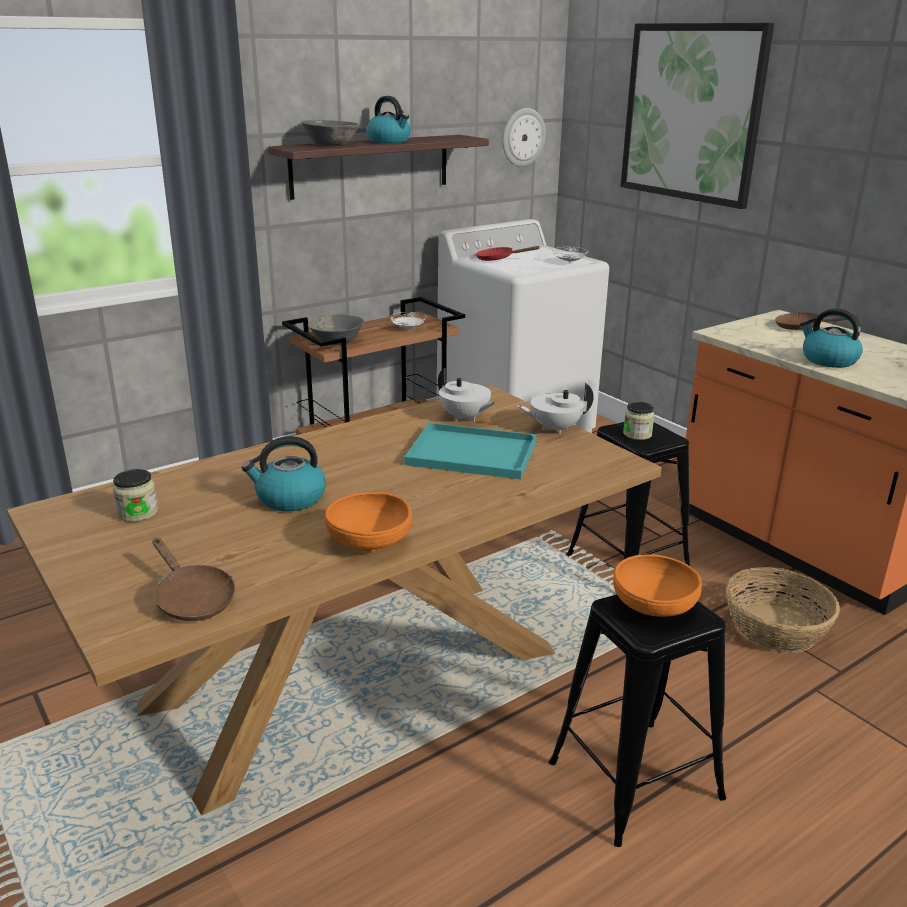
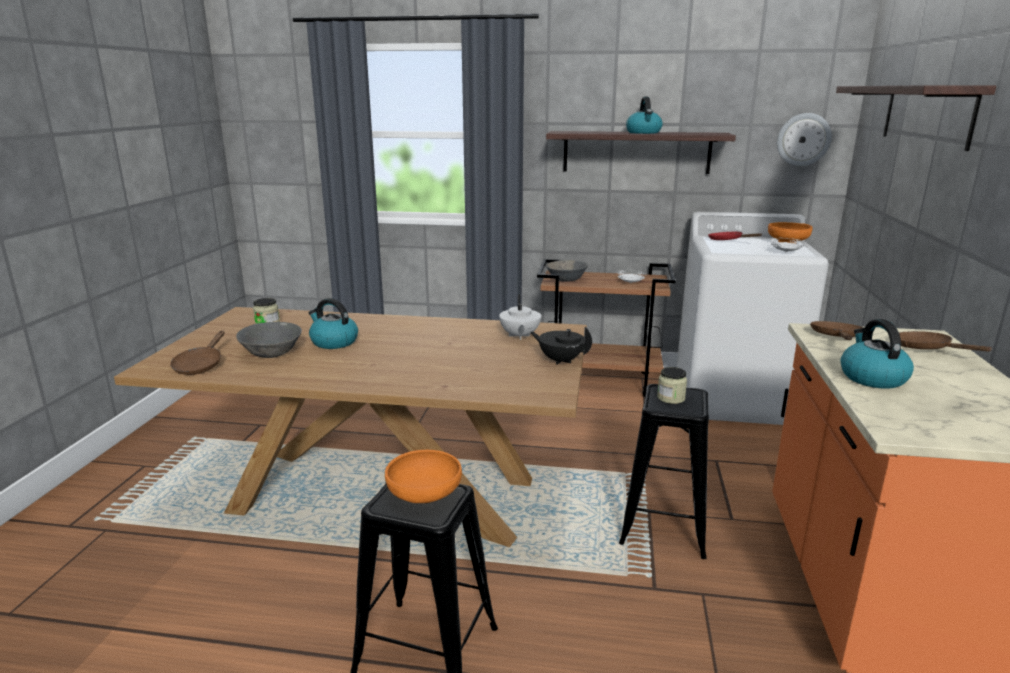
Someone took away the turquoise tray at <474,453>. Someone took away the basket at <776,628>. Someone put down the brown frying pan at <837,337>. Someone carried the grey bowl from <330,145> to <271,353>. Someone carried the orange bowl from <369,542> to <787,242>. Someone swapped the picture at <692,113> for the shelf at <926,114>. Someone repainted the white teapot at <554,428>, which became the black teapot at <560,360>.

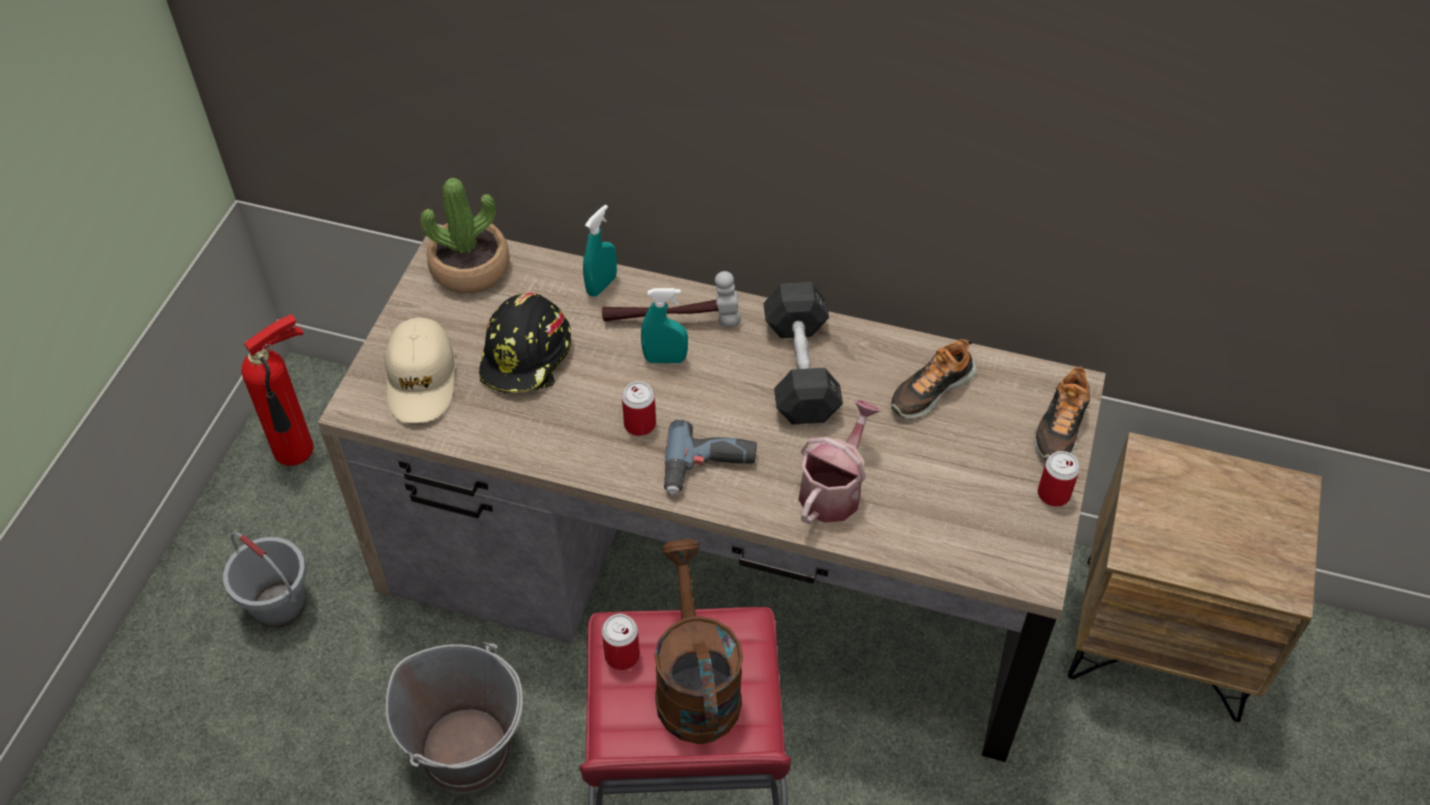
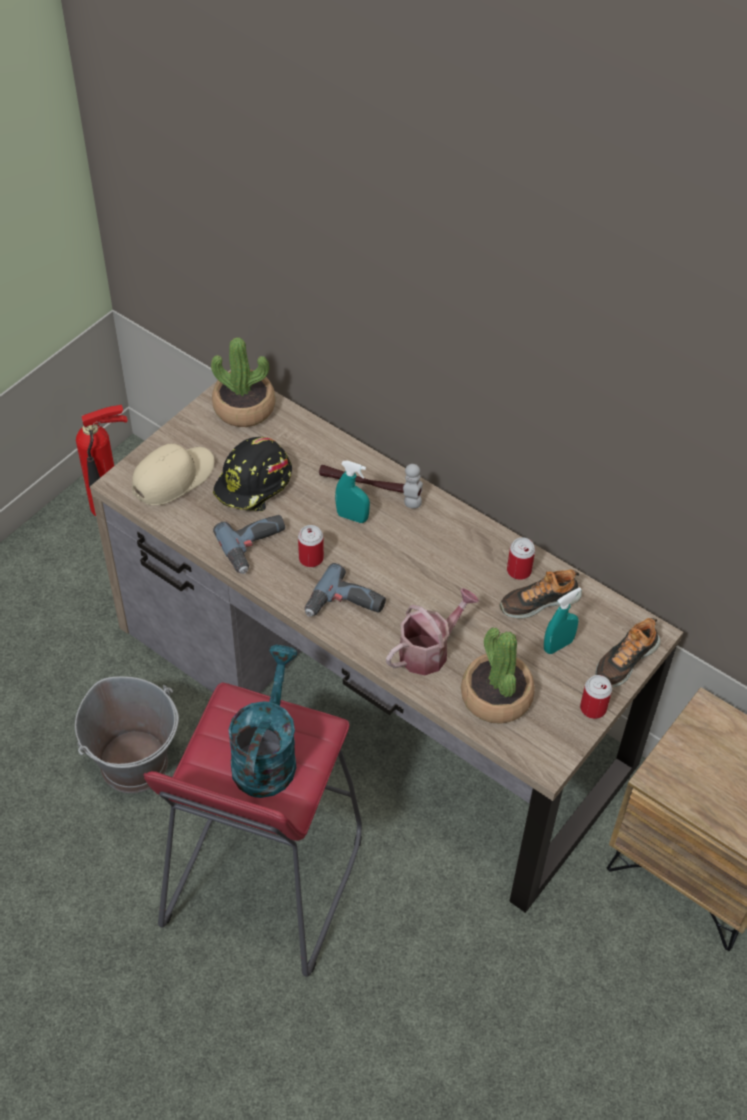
Someone took away the grey bucket at <278,605>. Someone took away the grey dumbbell at <800,370>. Someone put down the power drill at <256,547>. Someone put down the potted plant at <496,696>. Someone carried the turquoise spray bottle from <601,285> to <558,645>. Someone carried the can from <622,655> to <519,571>. Someone repainted the brown watering can at <694,684>, which became the turquoise watering can at <266,754>. Someone rotated the beige cap at <421,379> by 150 degrees counterclockwise.

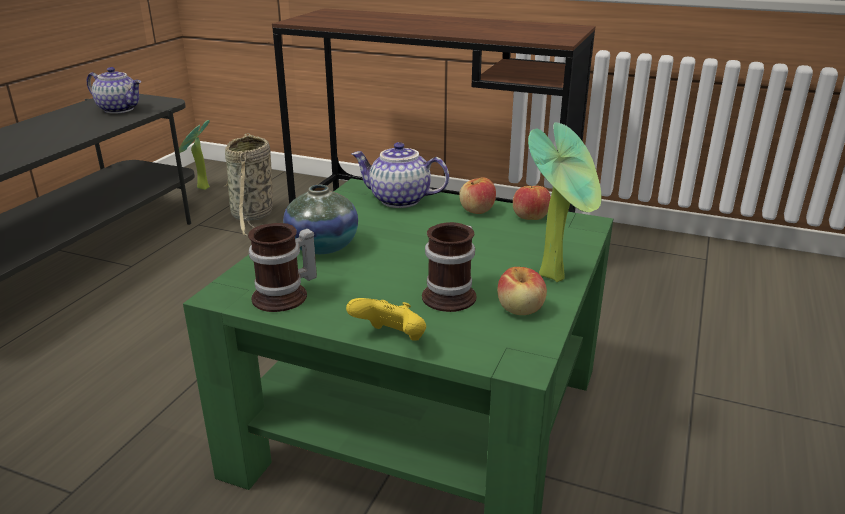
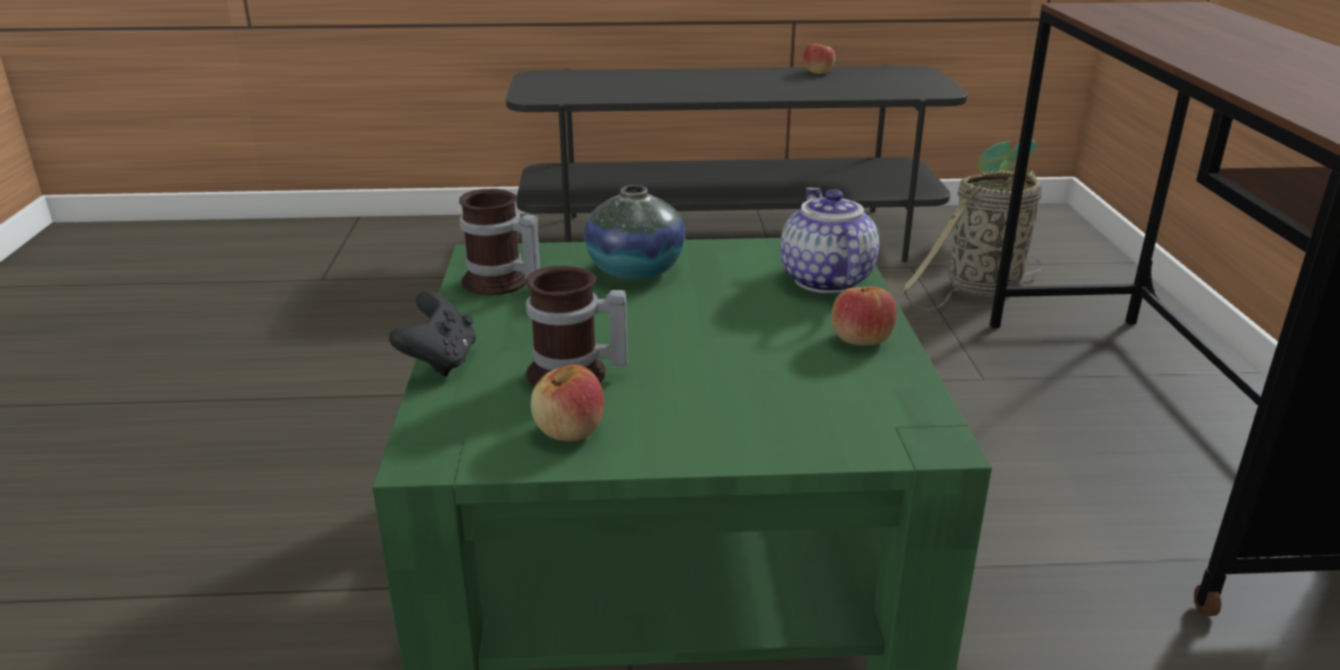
Someone took away the teapot at <120,109>. Someone took away the potted plant at <557,275>. Someone carried the apple from <530,217> to <817,72>. Someone repainted the yellow game controller at <391,339>, which became the black game controller at <440,361>.

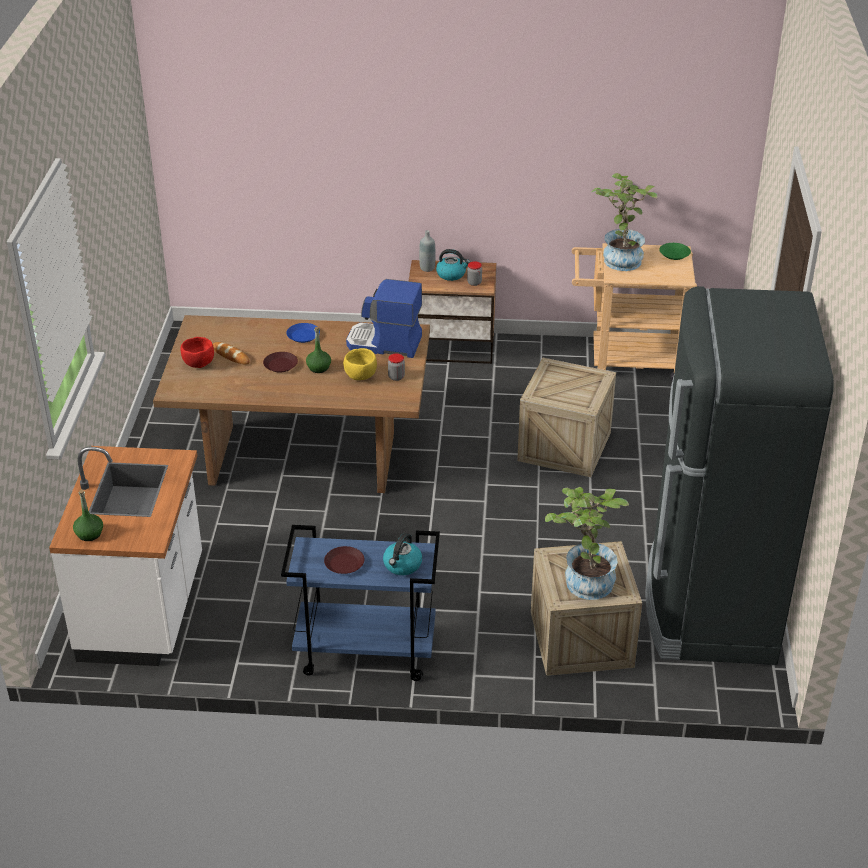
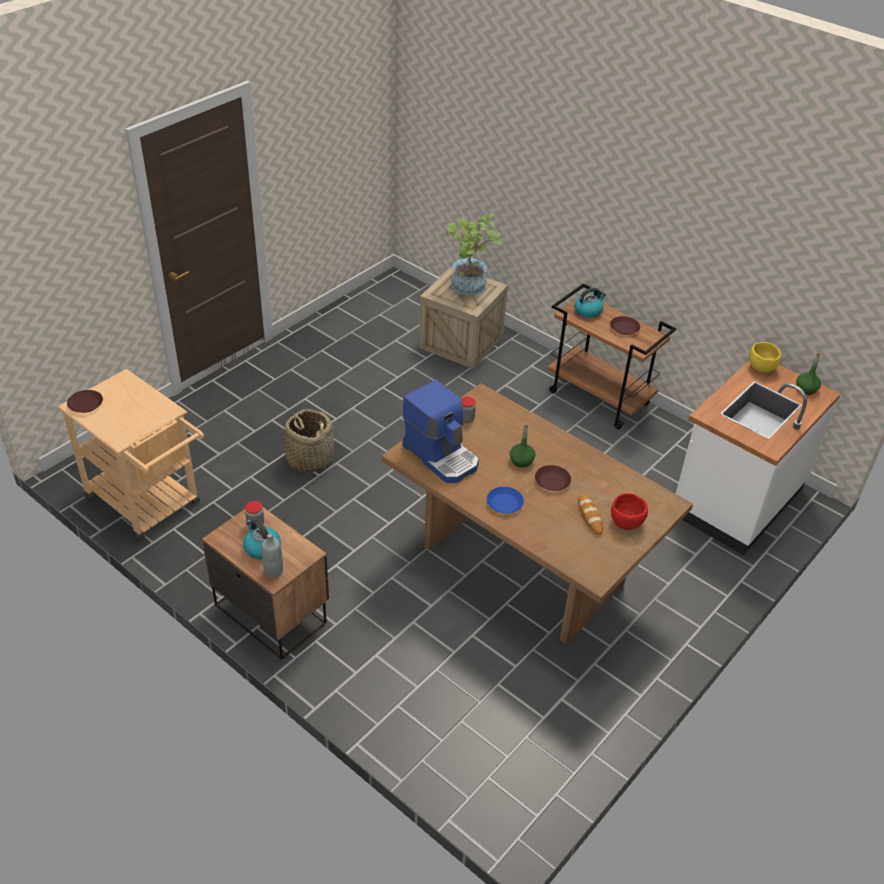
Someone took away the potted plant at <620,258>. Someone took away the black fridge at <709,608>. Someone carried the yellow bowl from <361,376> to <760,367>. Someone swapped the crate at <564,446> for the basket at <309,458>. Someone repainted the blue cart at <364,653>, which became the brown cart at <599,398>. Someone repainted the green plate at <674,254>, which became the brown plate at <85,404>.

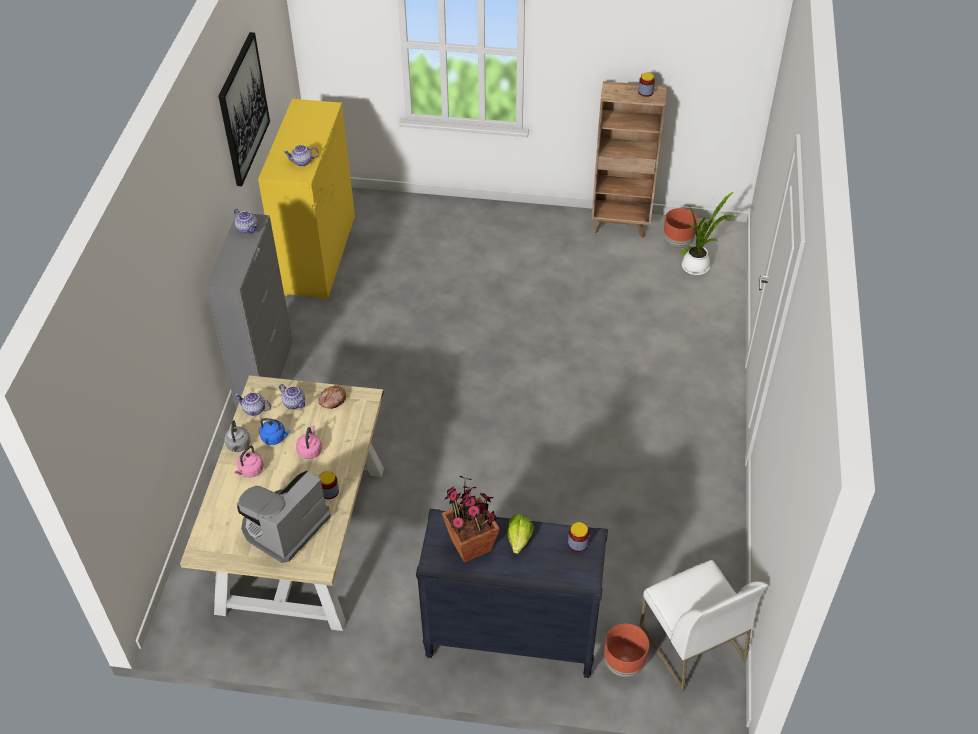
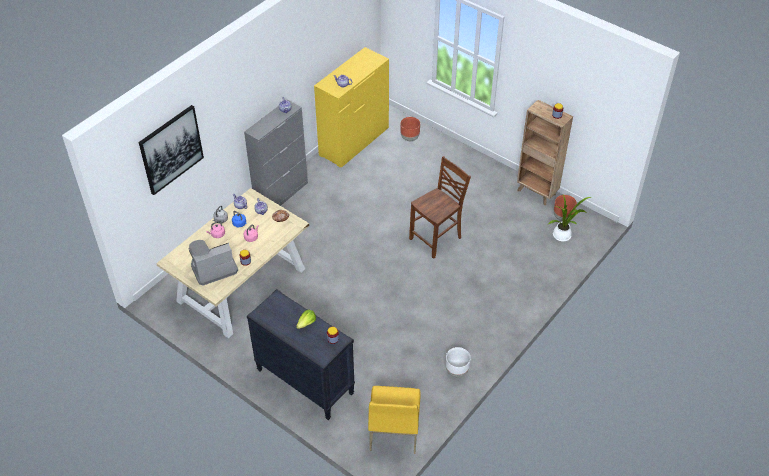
Someone took away the potted plant at <471,546>. Someone put down the brown chair at <437,239>. Someone put down the white planter at <456,371>. Someone carried the picture from <243,109> to <171,149>. Someone carried the brown planter from <624,664> to <410,138>. Someone repainted the white chair at <691,642>, which became the yellow chair at <393,430>.

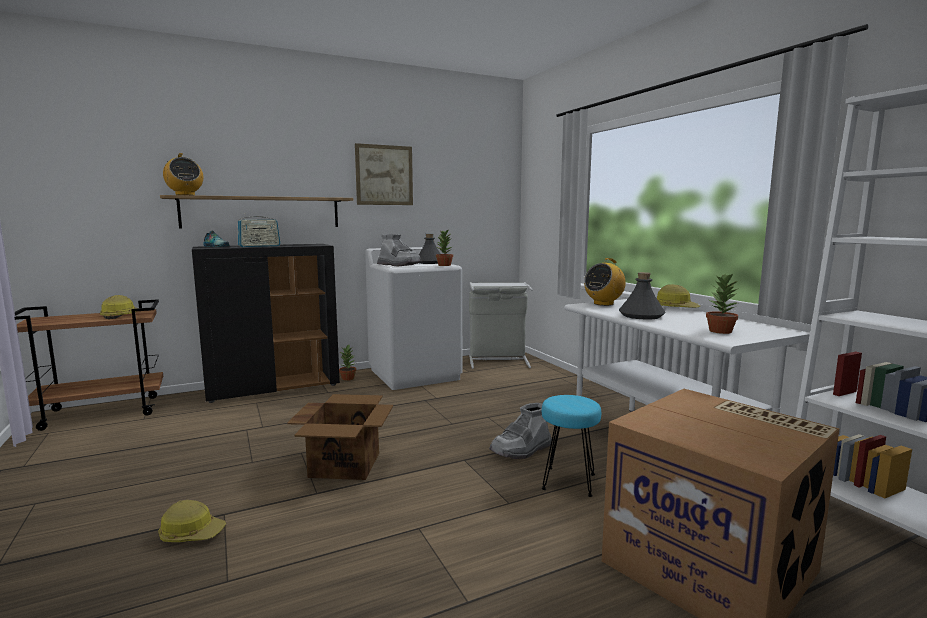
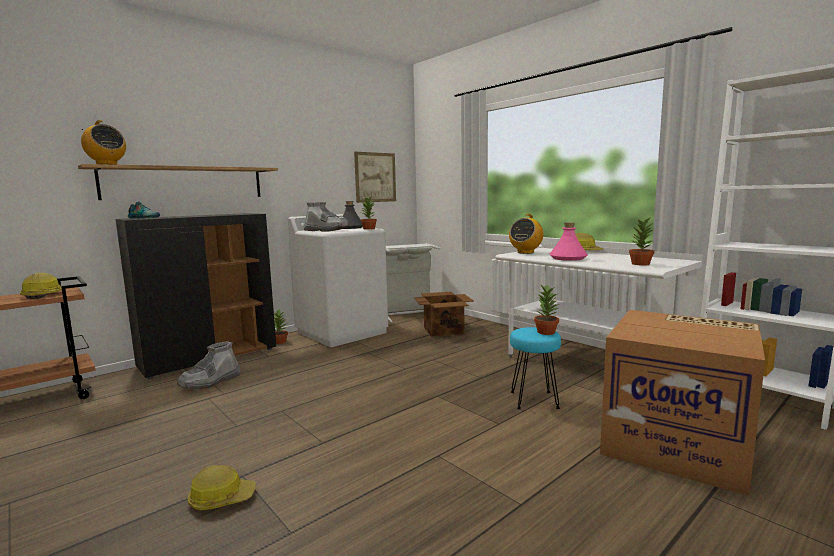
Someone took away the radio at <259,246>. Someone put down the potted plant at <545,332>. Someone carried the cardboard box from <345,464> to <443,330>. Someone carried the picture from <384,175> to <375,177>. Someone carried the grey boot from <521,450> to <210,382>. Someone repainted the grey bottle at <641,316>, which became the pink bottle at <568,258>.

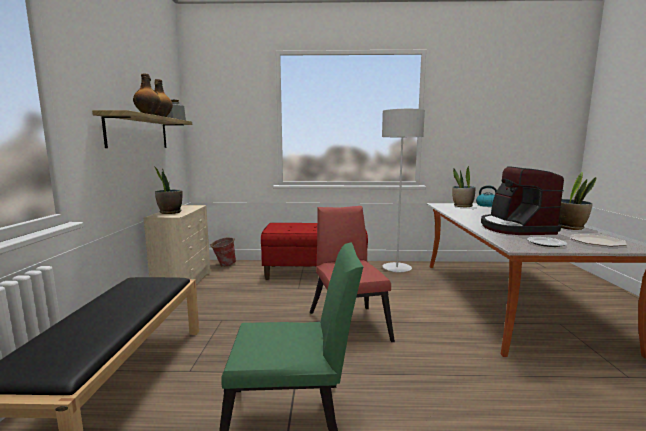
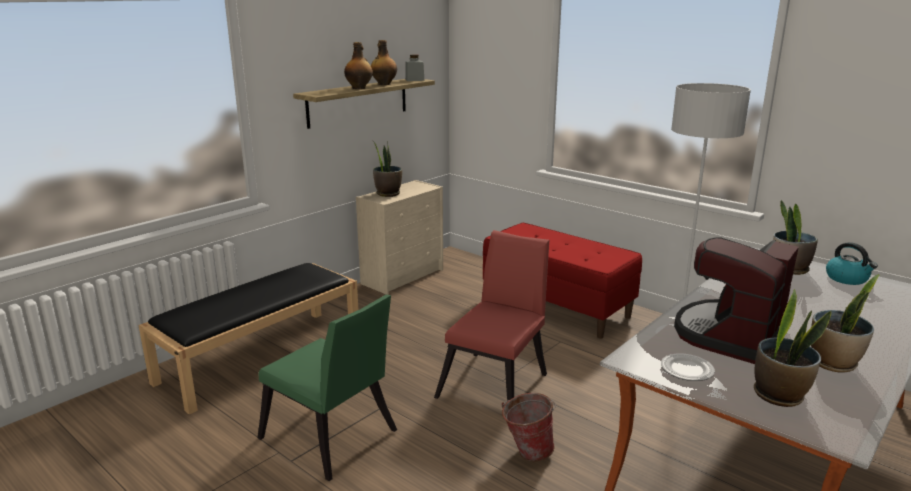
Someone carried the bucket from <223,265> to <526,452>. Someone swapped the plate at <596,241> for the potted plant at <779,395>.

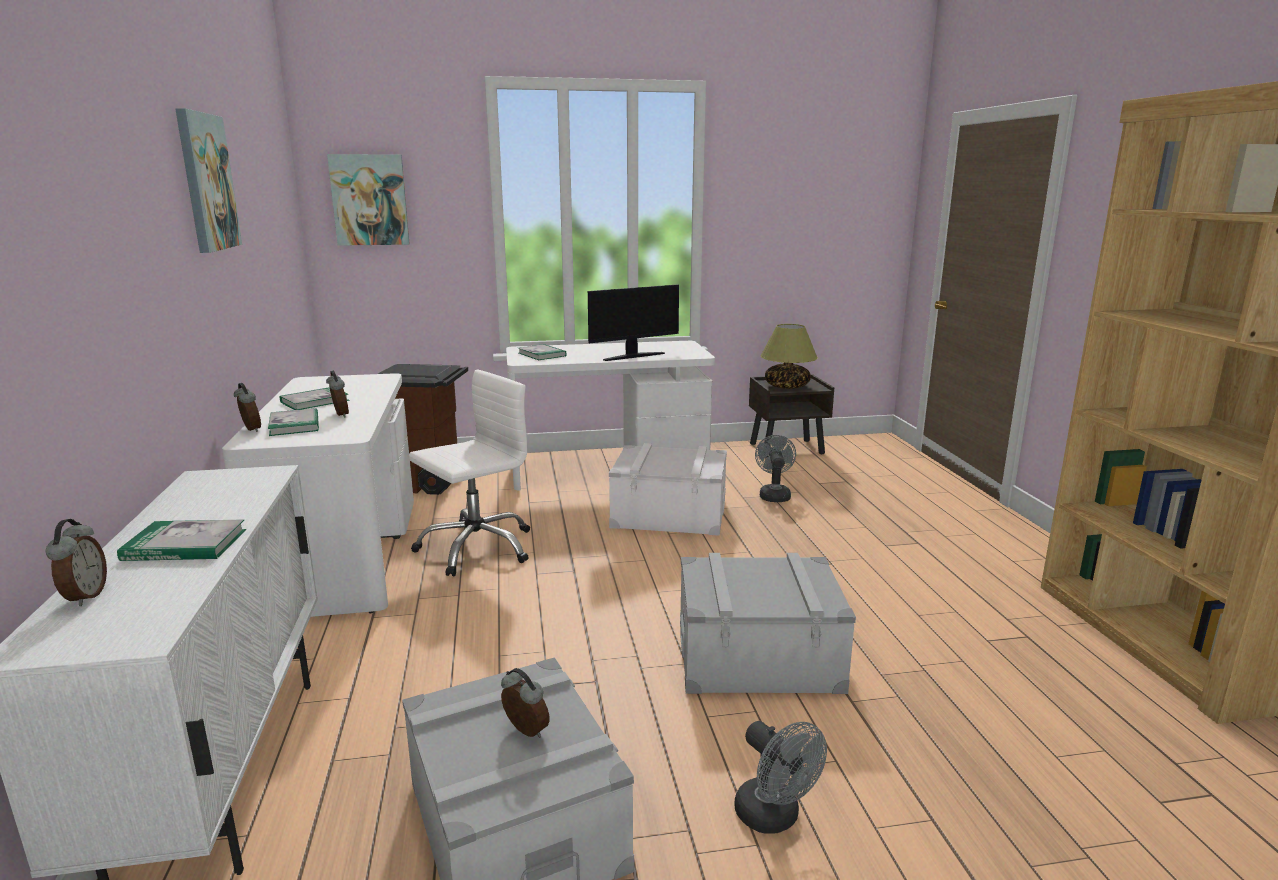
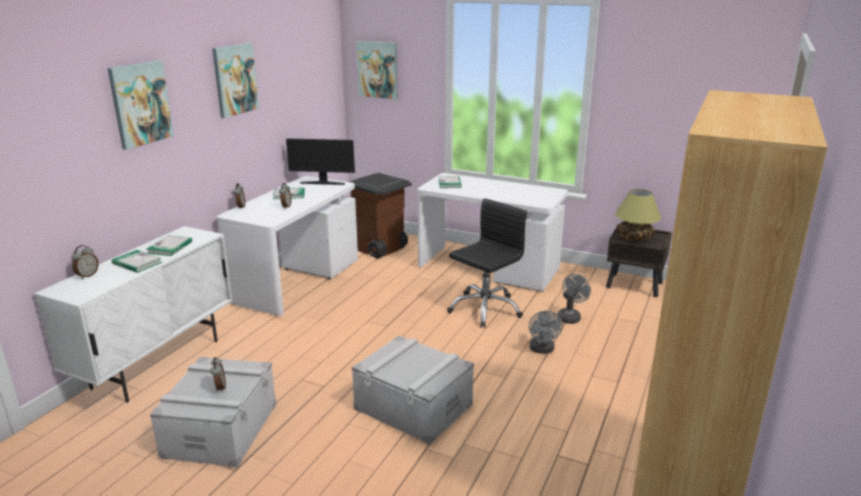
Someone took away the white office chair at <476,547>. Someone put up the picture at <140,104>. Someone carried the book from <294,425> to <170,247>. Someone carried the monitor from <633,356> to <322,183>. Someone carried the grey fan from <774,818> to <542,350>. Someone swapped the white storage box at <669,513> for the black office chair at <485,309>.

